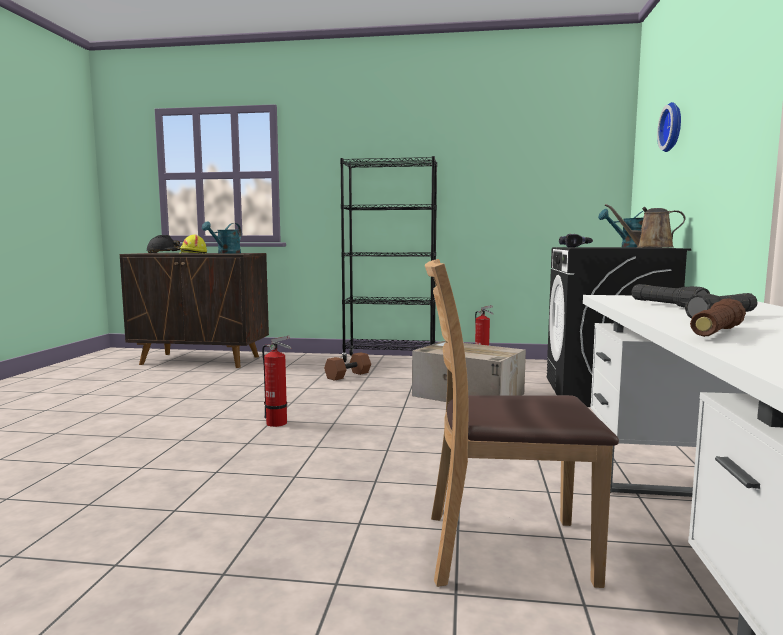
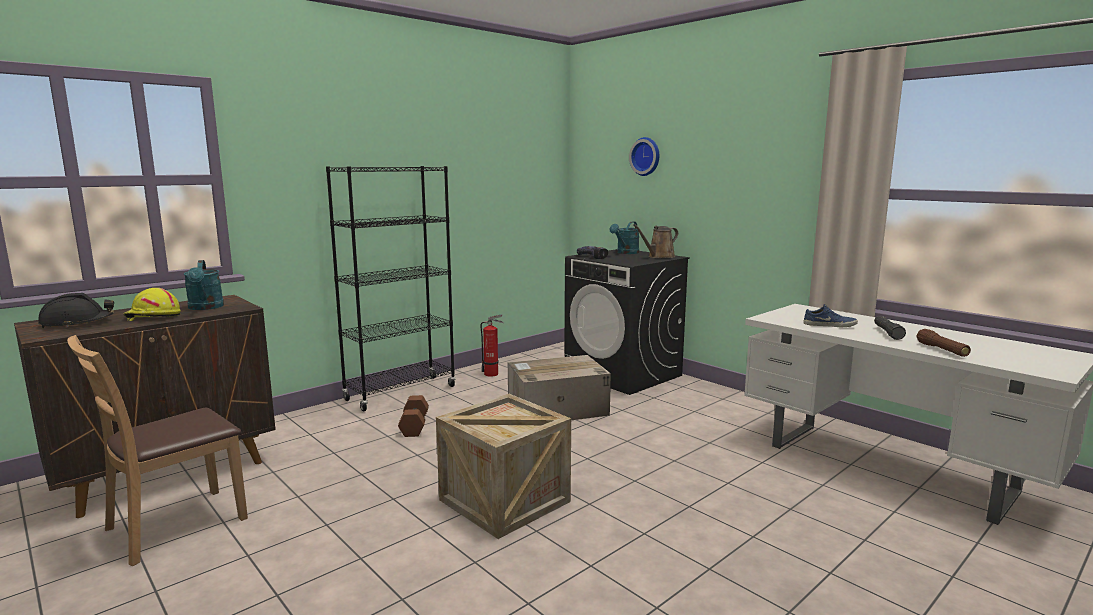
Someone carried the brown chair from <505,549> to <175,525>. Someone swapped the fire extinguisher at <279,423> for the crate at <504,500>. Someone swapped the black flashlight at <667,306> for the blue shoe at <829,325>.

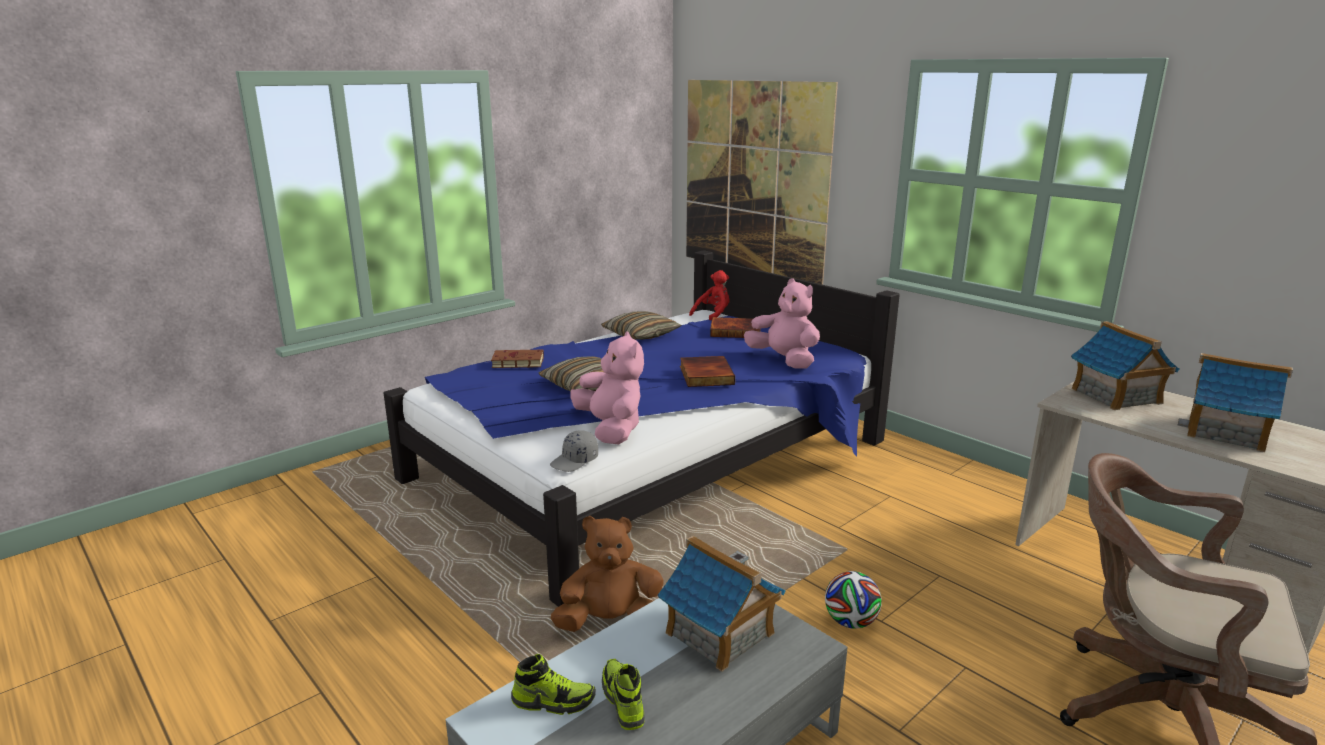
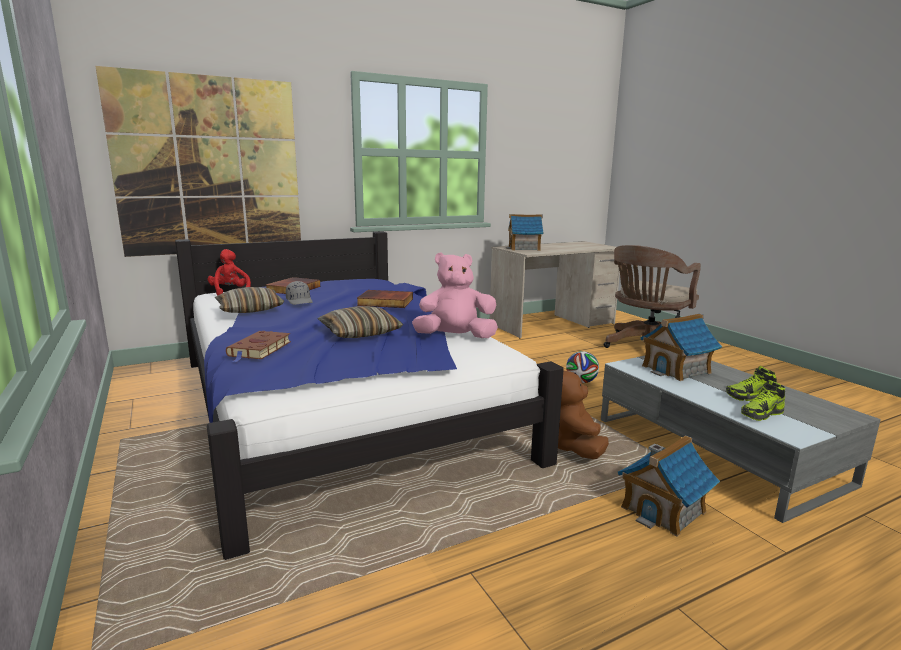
Someone took away the pink plush toy at <784,360>. Someone carried the grey cap from <575,461> to <300,301>. Someone carried the toy house from <1226,432> to <663,509>. Someone rotated the shoe at <553,701> by 135 degrees counterclockwise.

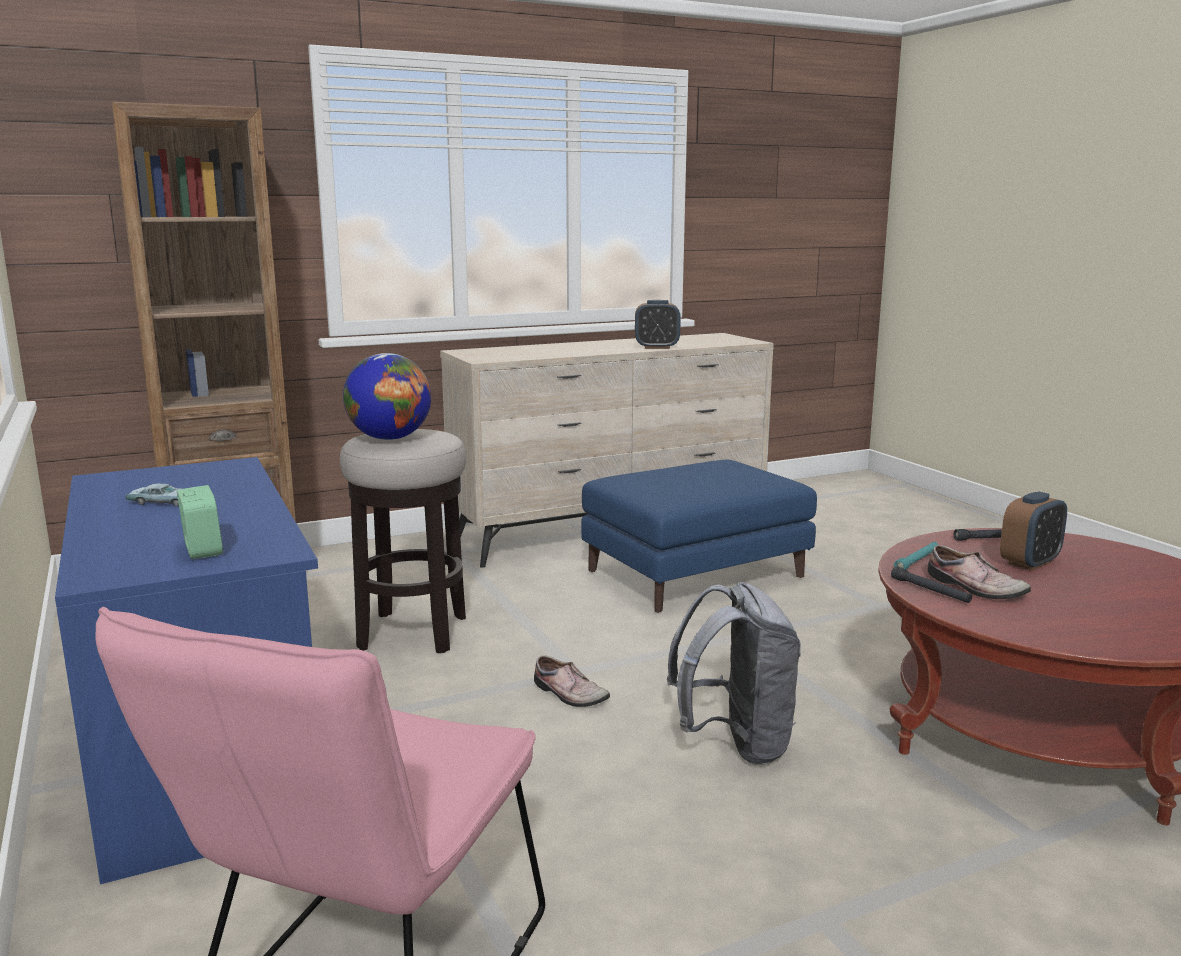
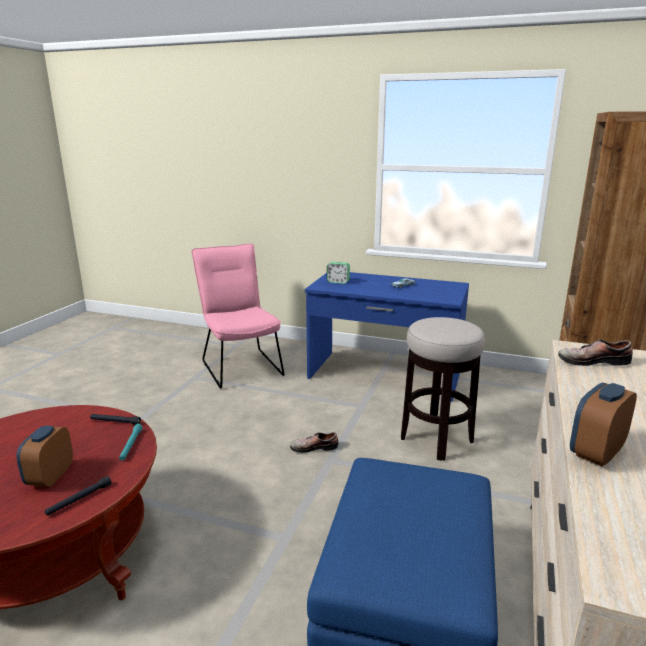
Someone took away the globe at <389,438>. Someone took away the grey backpack at <735,744>. Someone carried the shoe from <974,588> to <591,360>.

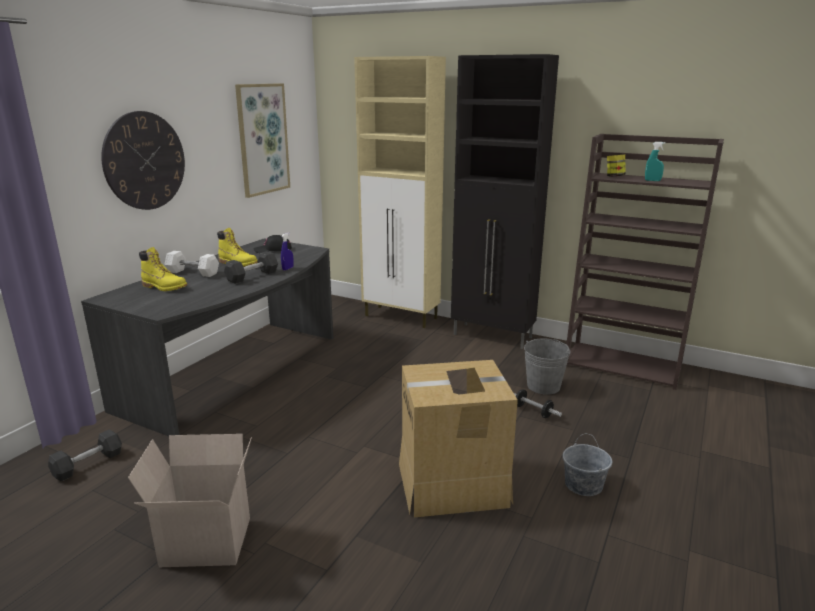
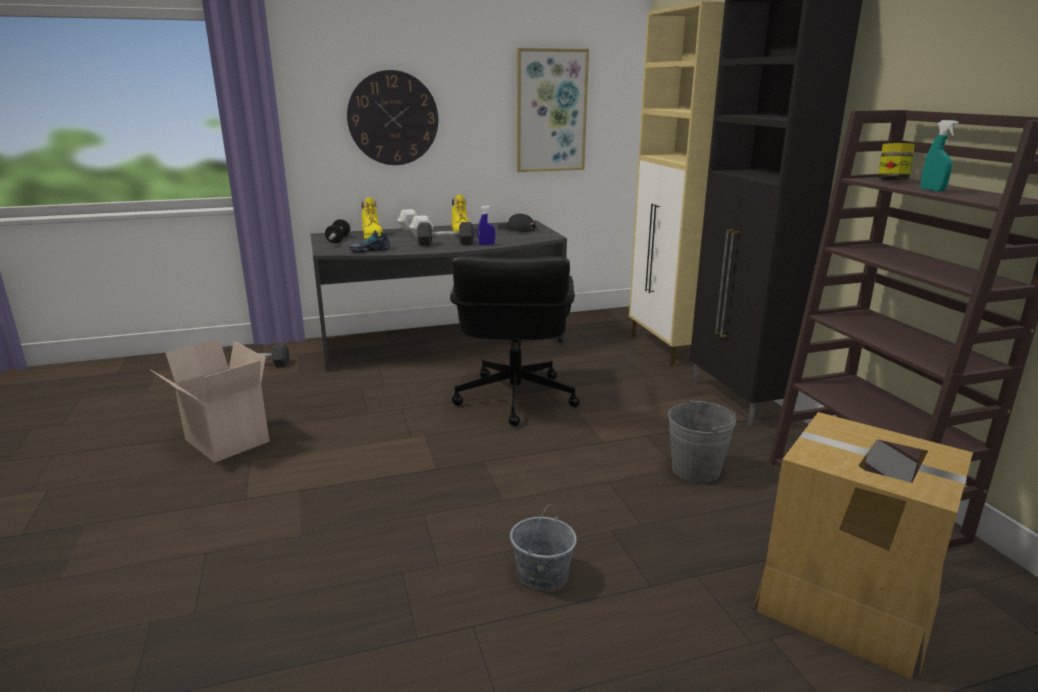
Someone put down the shoe at <369,250>. Someone put down the black office chair at <514,398>. Someone carried the cardboard box from <453,484> to <846,606>. Someone carried the dumbbell from <533,411> to <338,240>.

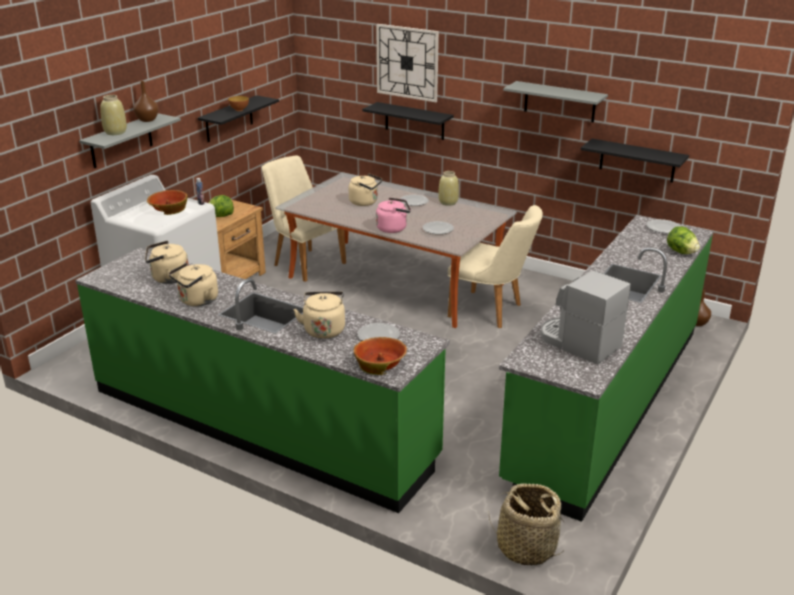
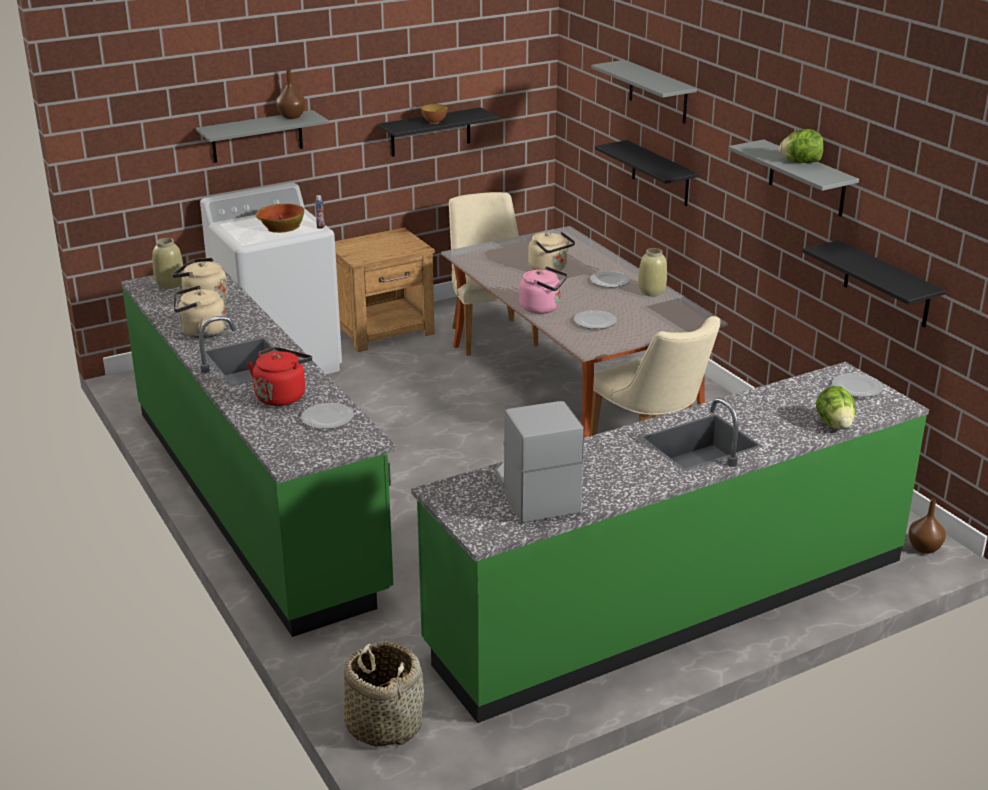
Someone took away the bowl at <380,363>. Someone carried the beige vase from <115,132> to <170,284>. Someone carried the lettuce from <220,216> to <800,162>. Someone swapped the wall clock at <407,62> for the grey shelf at <658,92>. Someone repainted the beige kettle at <324,329>, which became the red kettle at <282,396>.

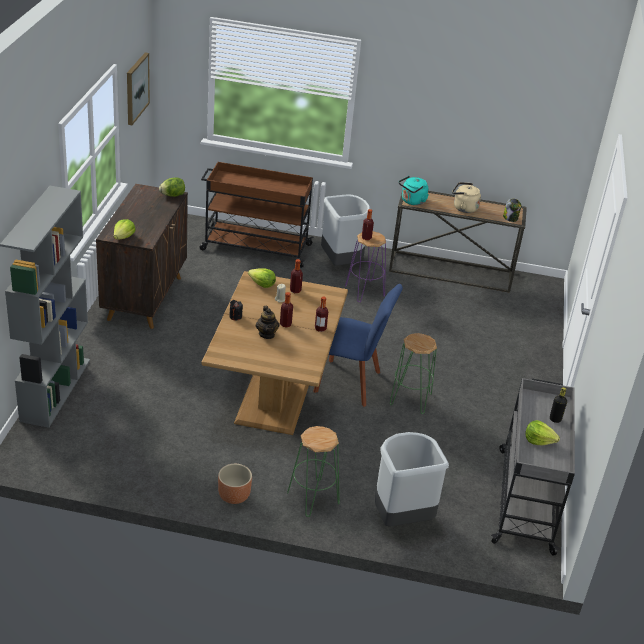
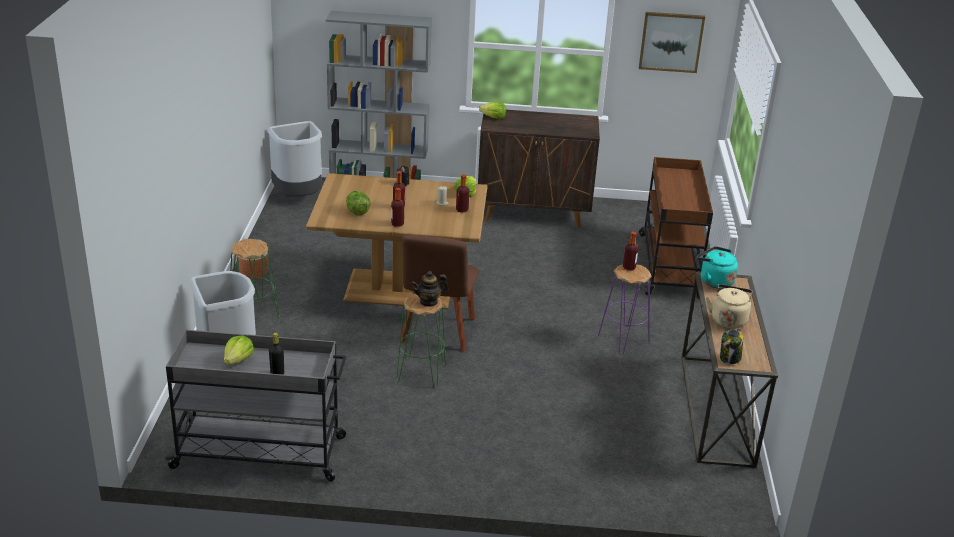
Someone carried the lettuce from <173,195> to <357,212>. Someone carried the teapot from <267,334> to <429,302>. Someone carried the grey trash can from <341,263> to <298,198>. Someone repainted the blue chair at <351,383>, which became the brown chair at <437,333>.

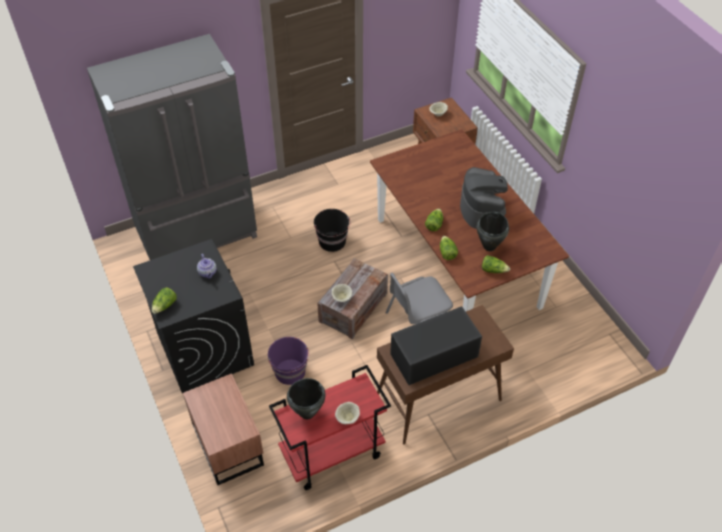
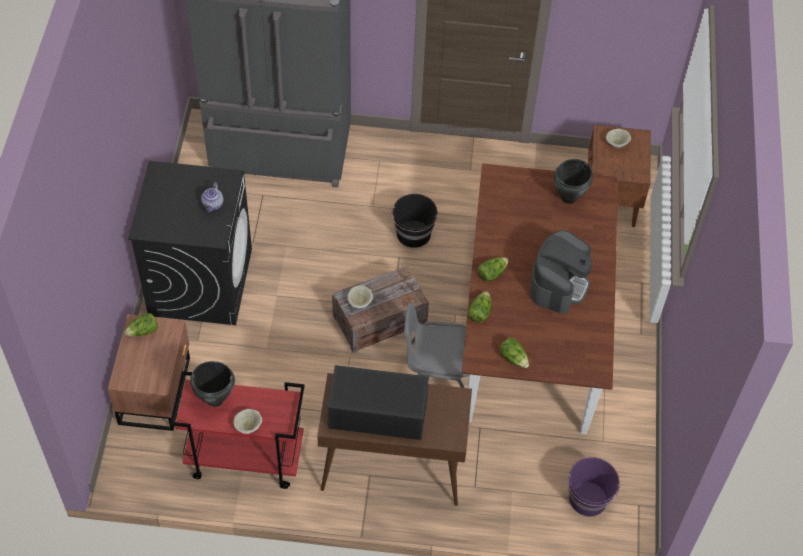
Someone carried the lettuce from <165,306> to <143,331>. Someone carried the purple bucket from <290,372> to <588,499>. Someone carried the black cooking pot from <489,246> to <569,198>.

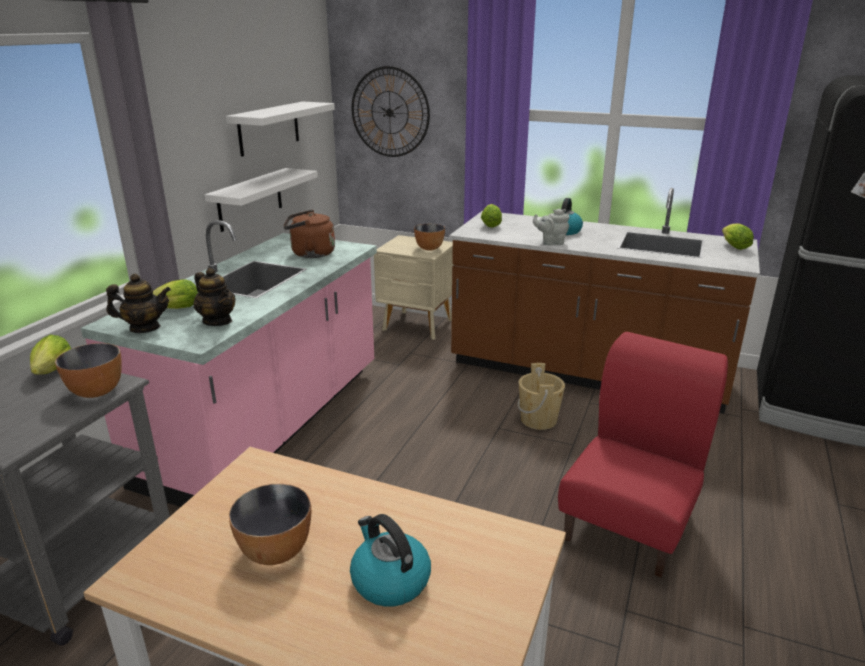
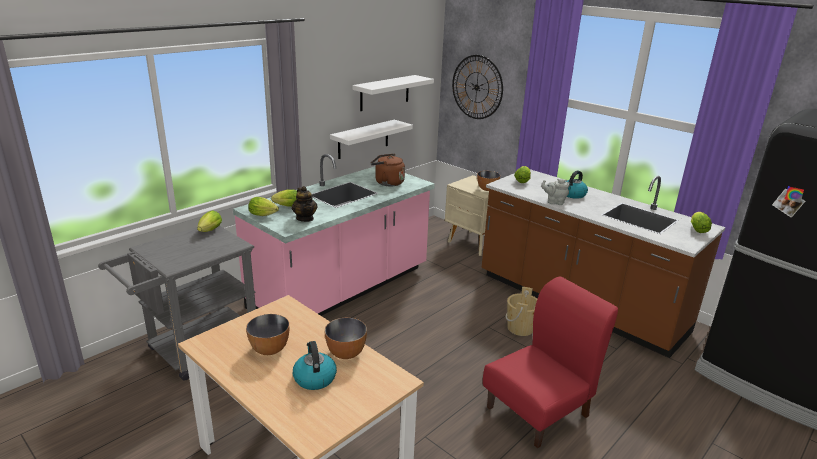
Someone carried the bowl from <96,392> to <346,353>. Someone swapped the teapot at <145,328> for the lettuce at <264,215>.

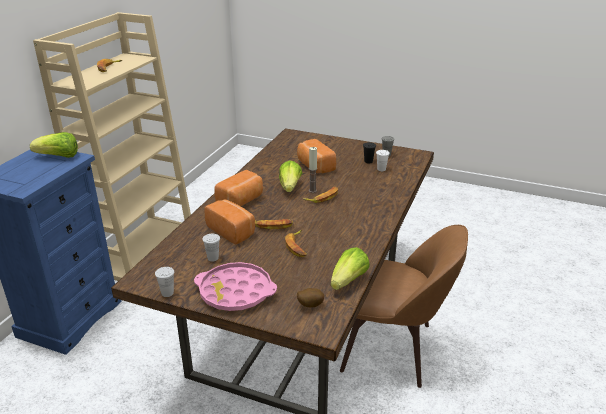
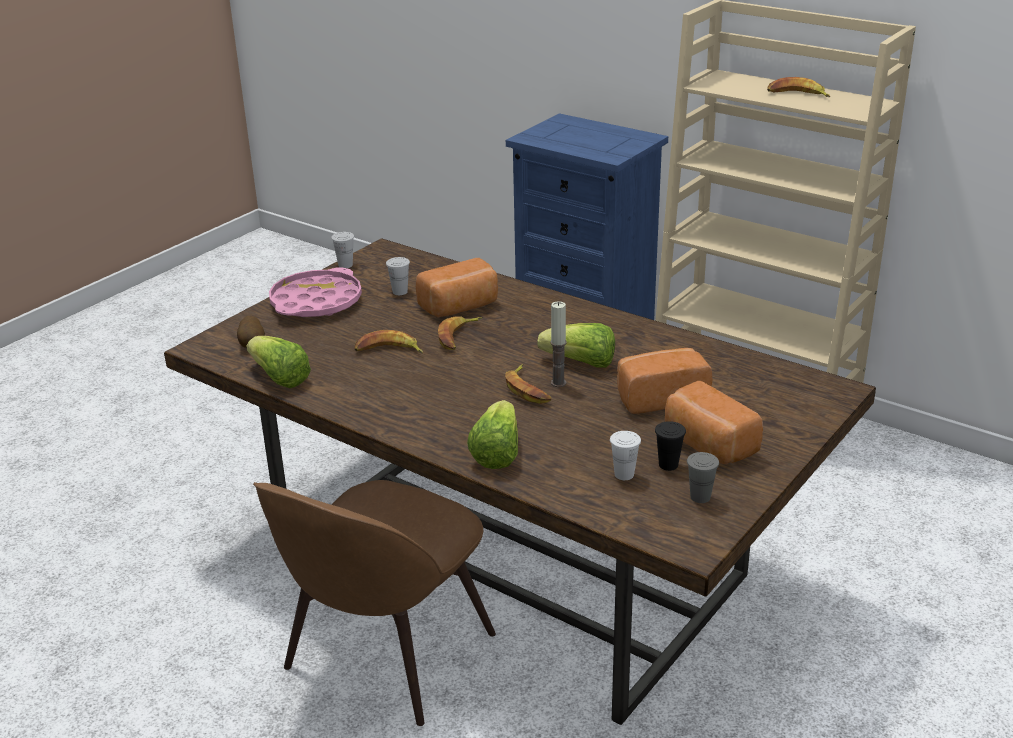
Someone carried the lettuce from <59,157> to <496,452>. Someone carried the bread from <241,201> to <707,445>.

